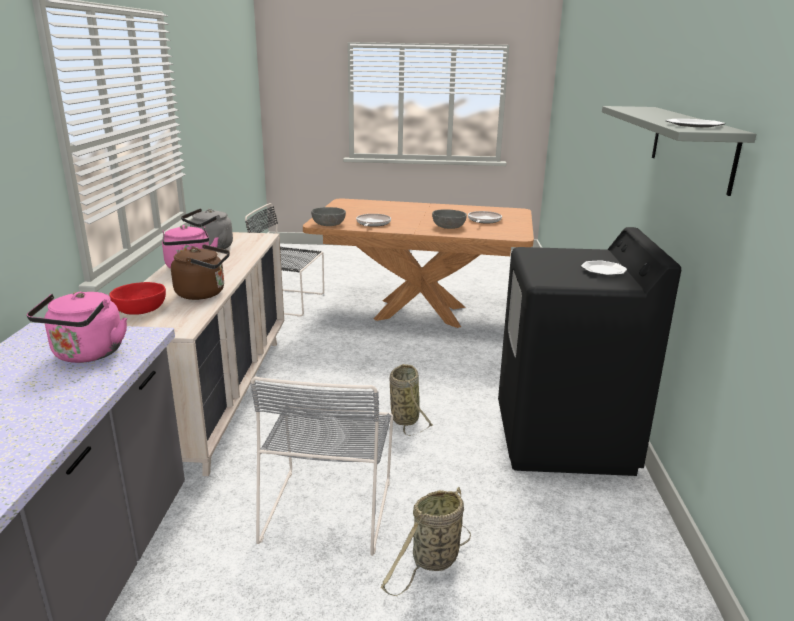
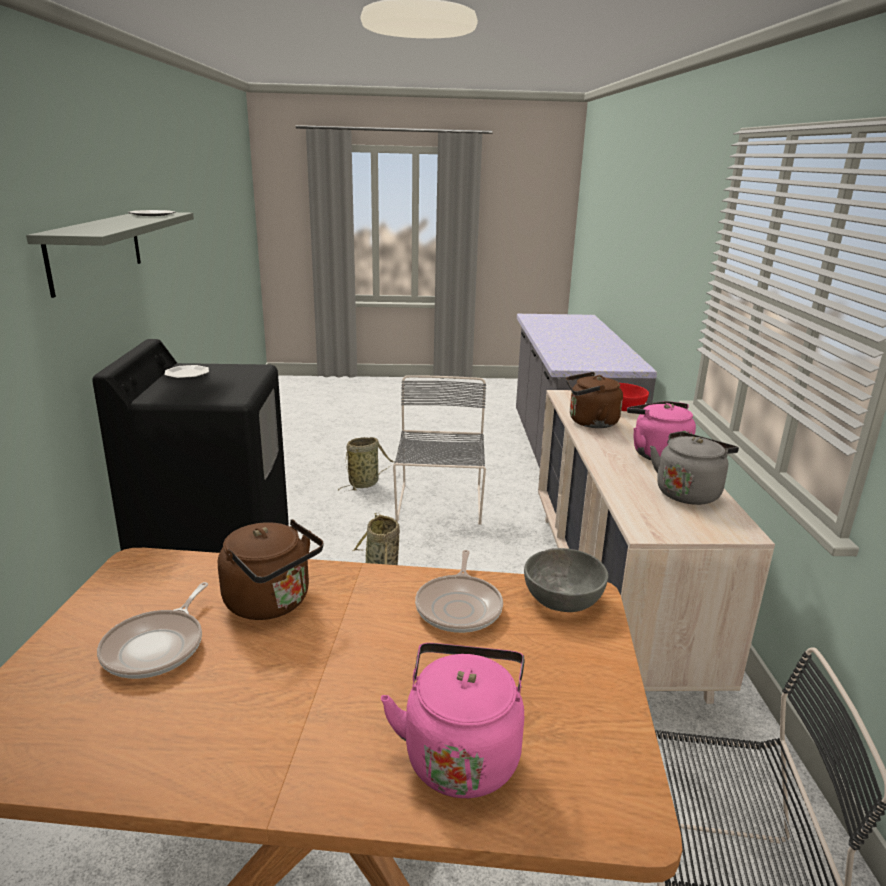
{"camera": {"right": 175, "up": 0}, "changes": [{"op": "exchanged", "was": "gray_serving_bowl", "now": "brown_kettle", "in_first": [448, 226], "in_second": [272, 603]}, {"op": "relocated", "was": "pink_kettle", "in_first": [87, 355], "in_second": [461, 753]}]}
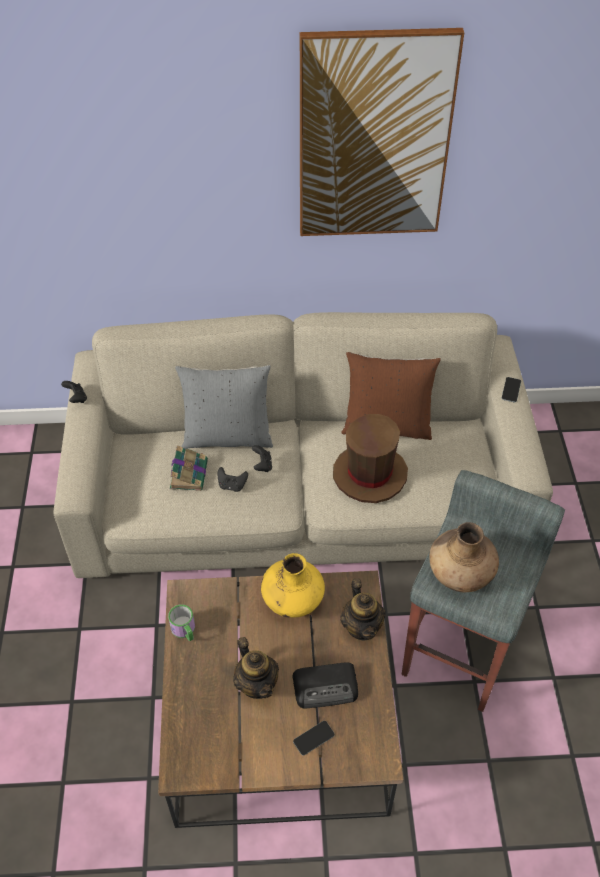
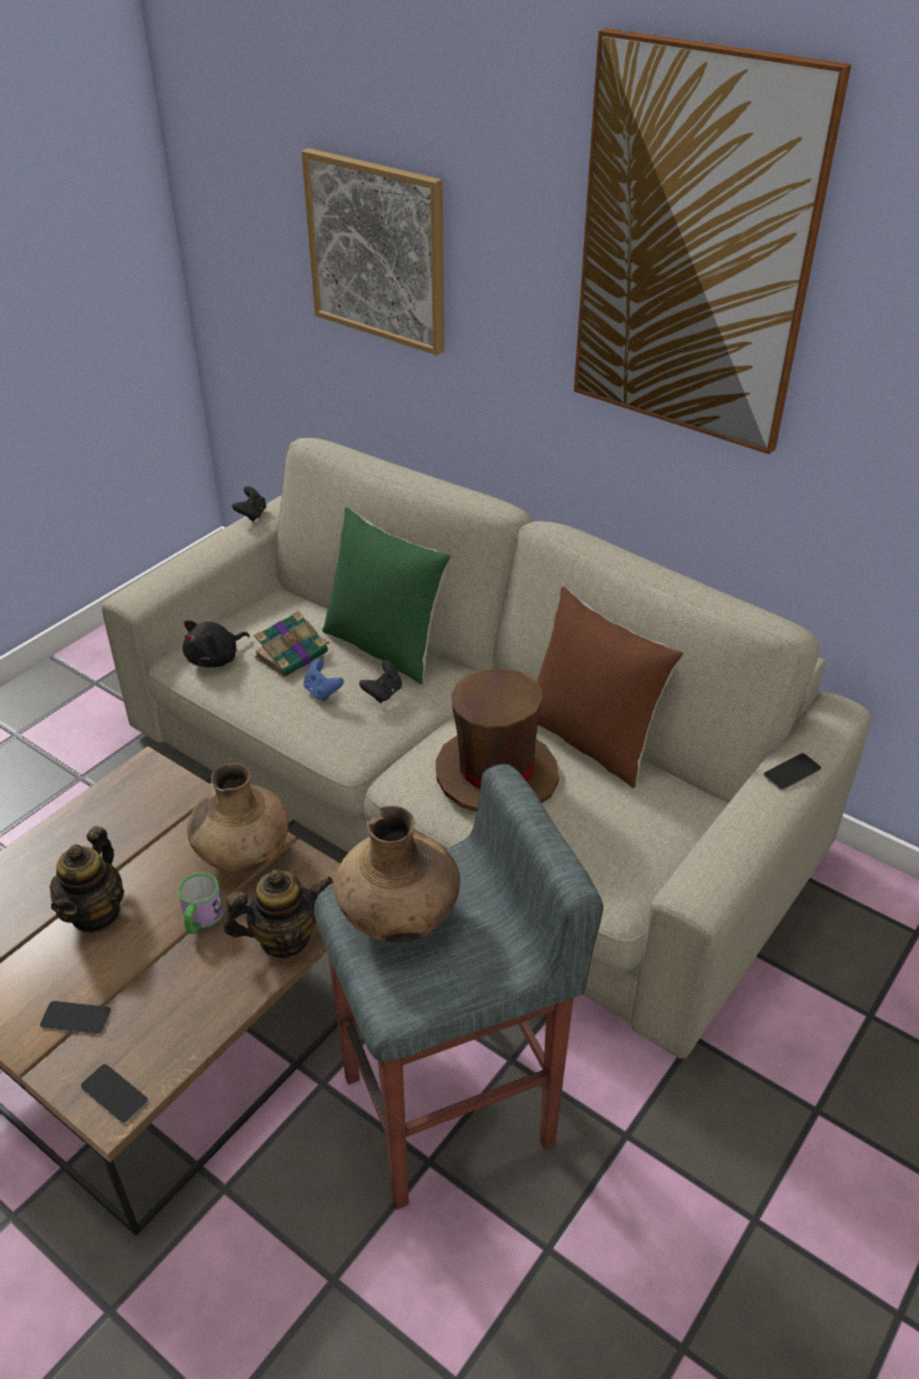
{"camera": {"right": 40, "up": -10}, "changes": [{"op": "appeared", "now": "handset", "in_second": [114, 1094]}, {"op": "relocated", "was": "coffee_mug", "in_first": [185, 630], "in_second": [201, 919]}, {"op": "appeared", "now": "black_soft_toy", "in_second": [215, 659]}, {"op": "colour", "was": "yellow_decorative_vase", "now": "brown_decorative_vase", "in_first": [292, 601], "in_second": [243, 854]}, {"op": "spun", "was": "teapot", "in_first": [362, 627], "in_second": [284, 938], "clockwise": -135}, {"op": "appeared", "now": "wall_picture", "in_second": [377, 251]}, {"op": "colour", "was": "black_joypad", "now": "bluish_joypad", "in_first": [232, 485], "in_second": [322, 692]}, {"op": "colour", "was": "gray_pillow", "now": "green_pillow", "in_first": [227, 436], "in_second": [386, 646]}, {"op": "missing", "was": "radio", "in_first": [326, 687]}]}
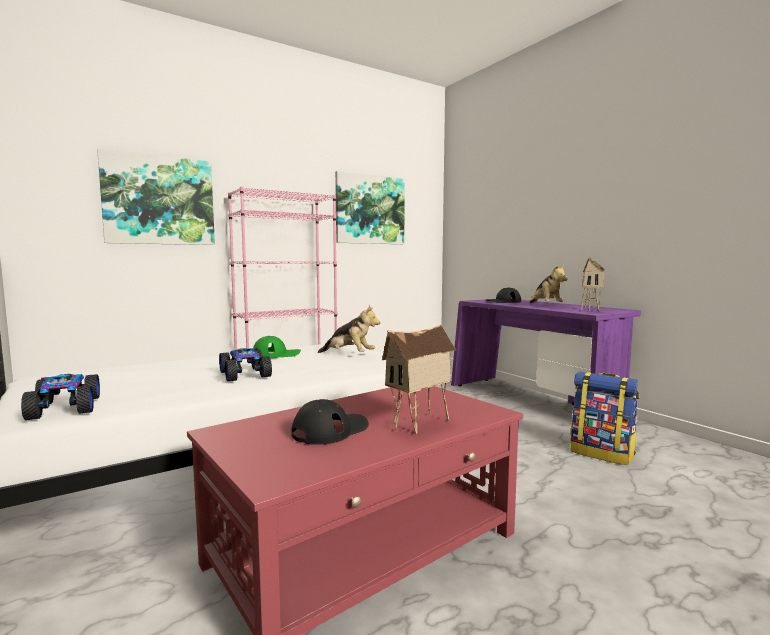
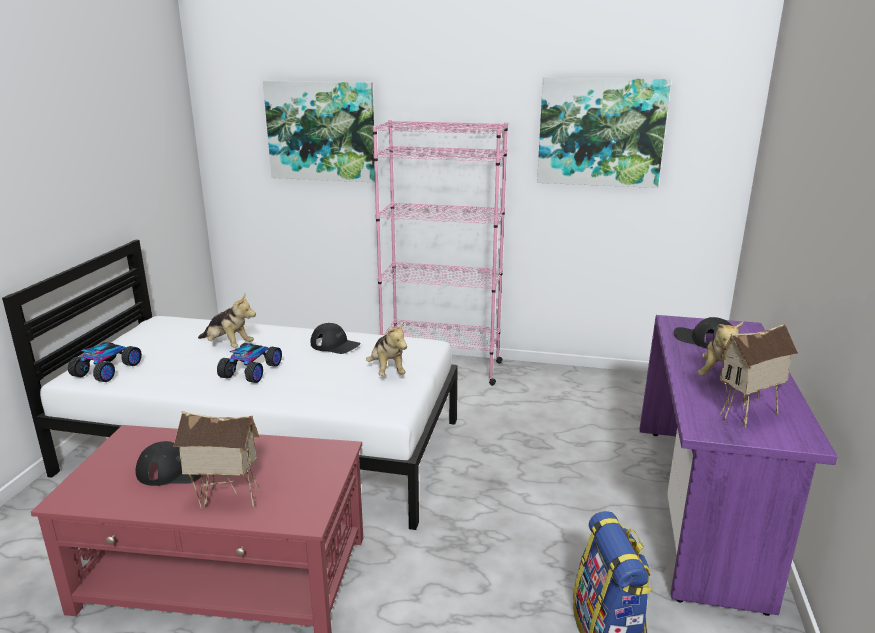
{"camera": {"right": 45, "up": 15}, "changes": [{"op": "appeared", "now": "soft_toy", "in_second": [228, 345]}, {"op": "colour", "was": "green_peaked_cap", "now": "black_peaked_cap", "in_first": [276, 354], "in_second": [335, 345]}]}
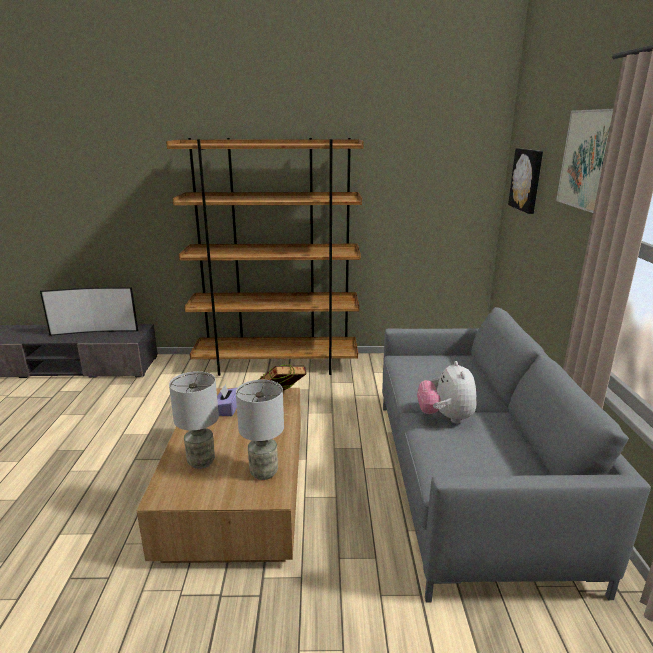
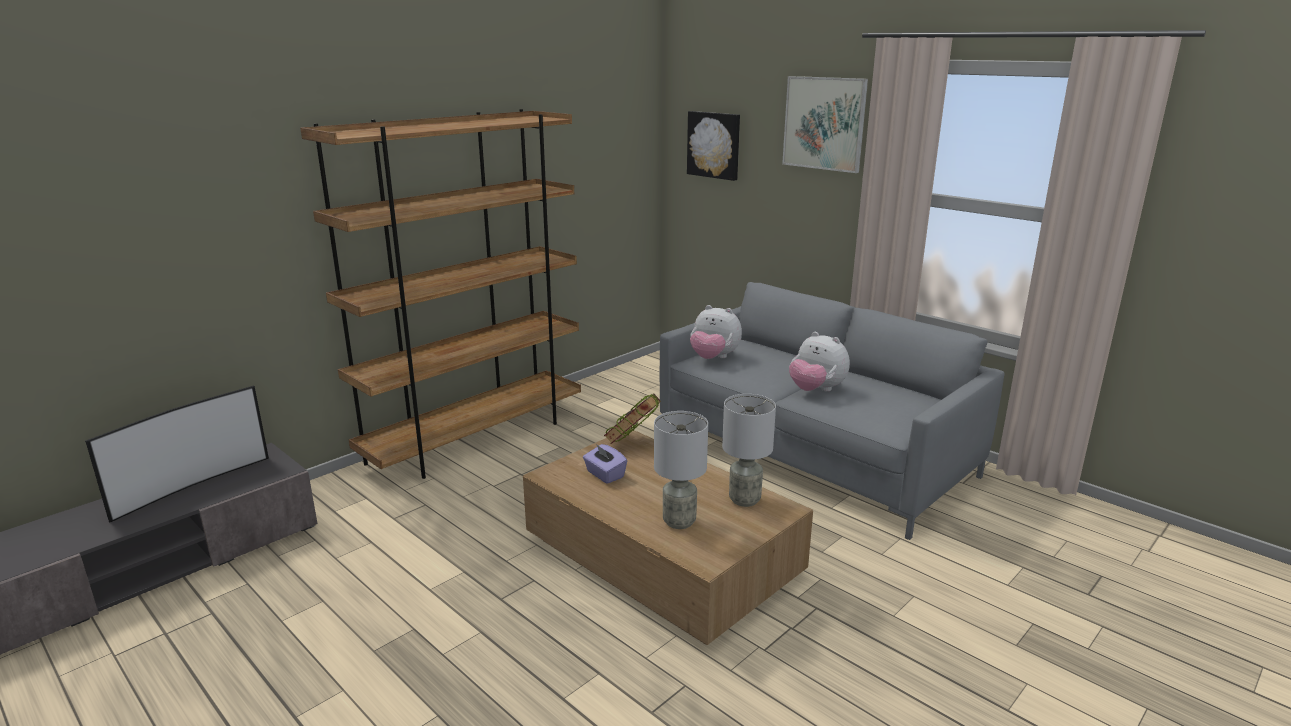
{"camera": {"right": -45, "up": 0}, "changes": [{"op": "appeared", "now": "soft_toy", "in_second": [714, 358]}]}
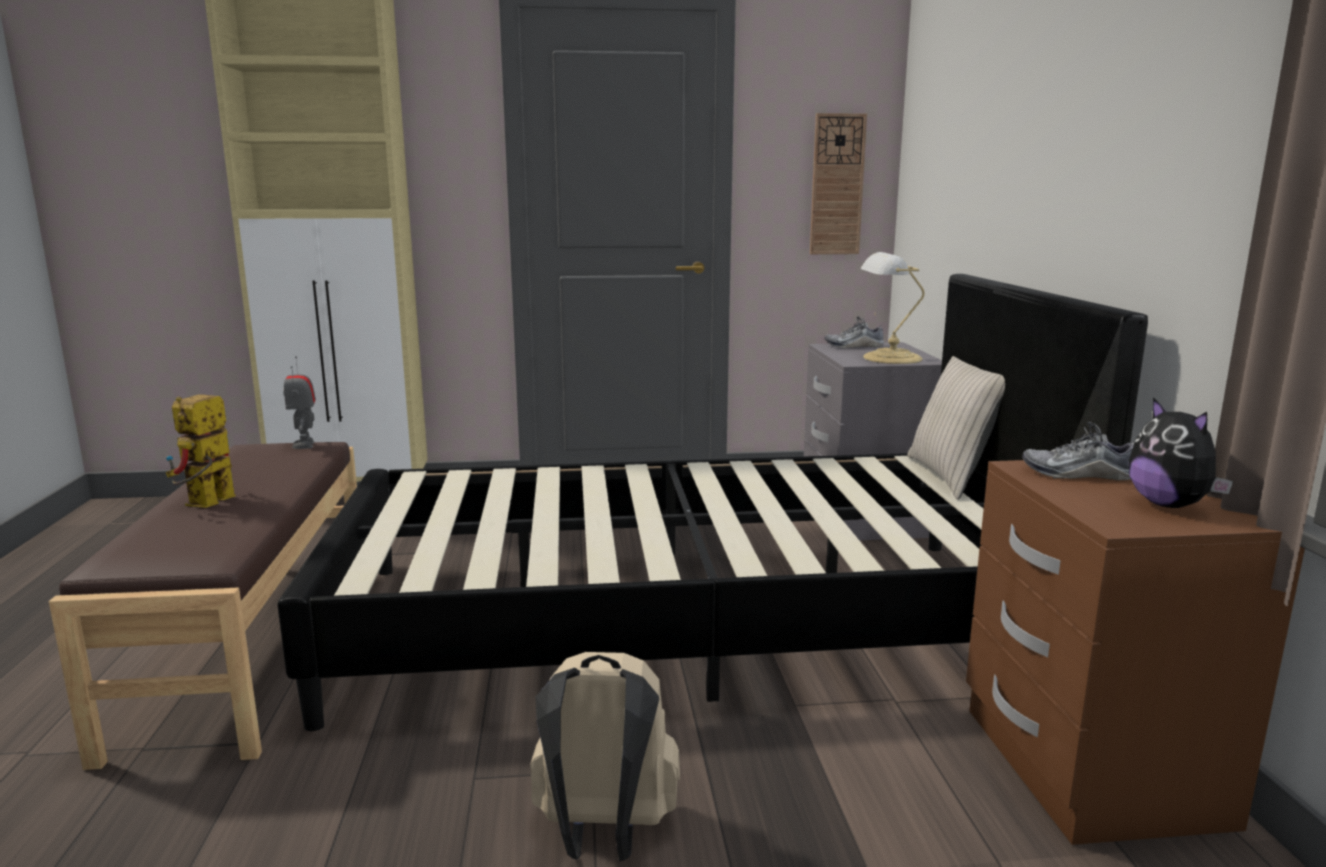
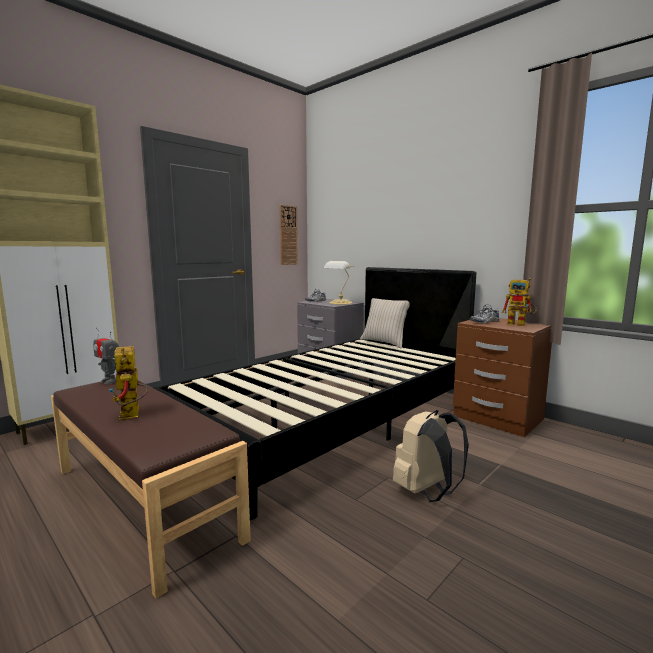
{"camera": {"right": -40, "up": -5}, "changes": [{"op": "exchanged", "was": "soft_toy", "now": "toy_robot", "in_first": [1169, 505], "in_second": [520, 324]}]}
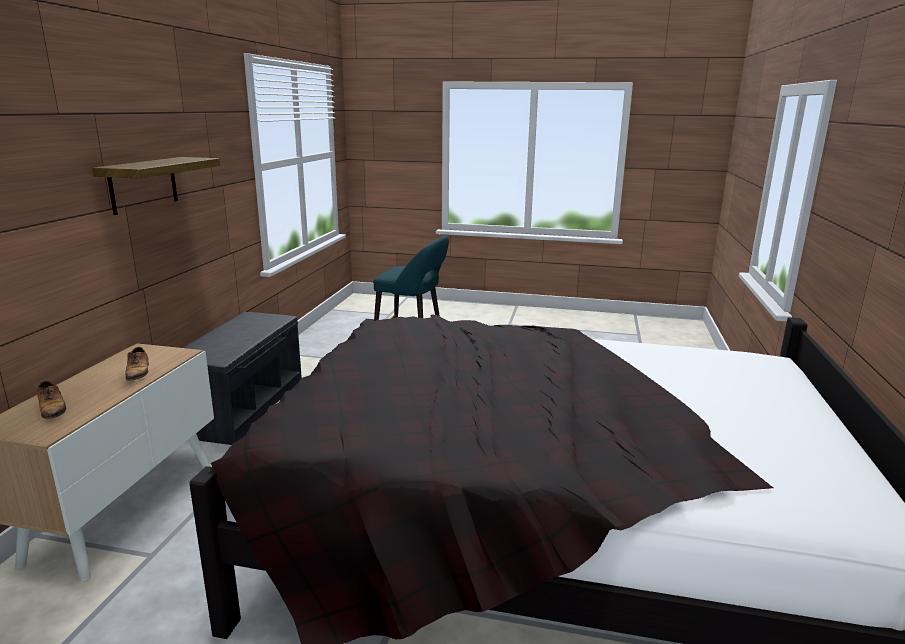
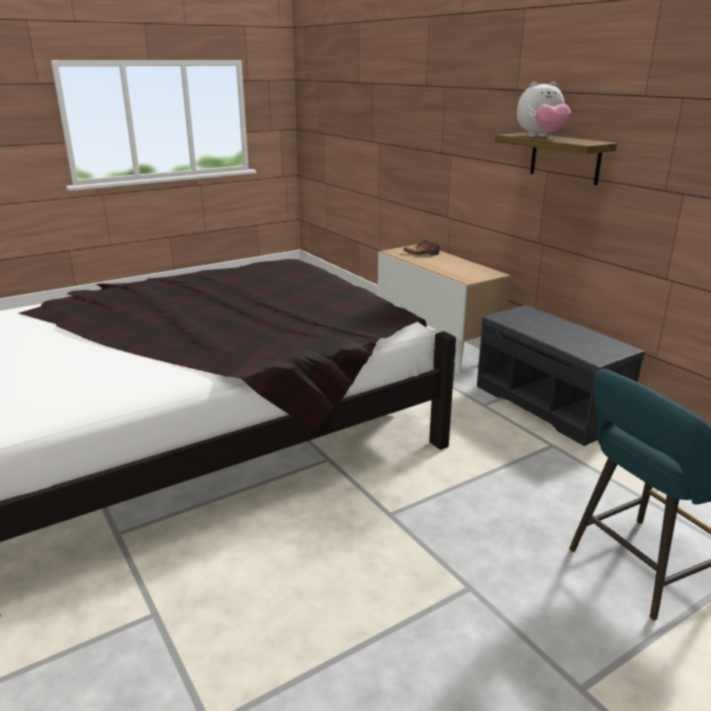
{"camera": {"right": 135, "up": 5}, "changes": [{"op": "appeared", "now": "soft_toy", "in_second": [541, 137]}, {"op": "missing", "was": "item_of_footwear", "in_first": [138, 372]}]}
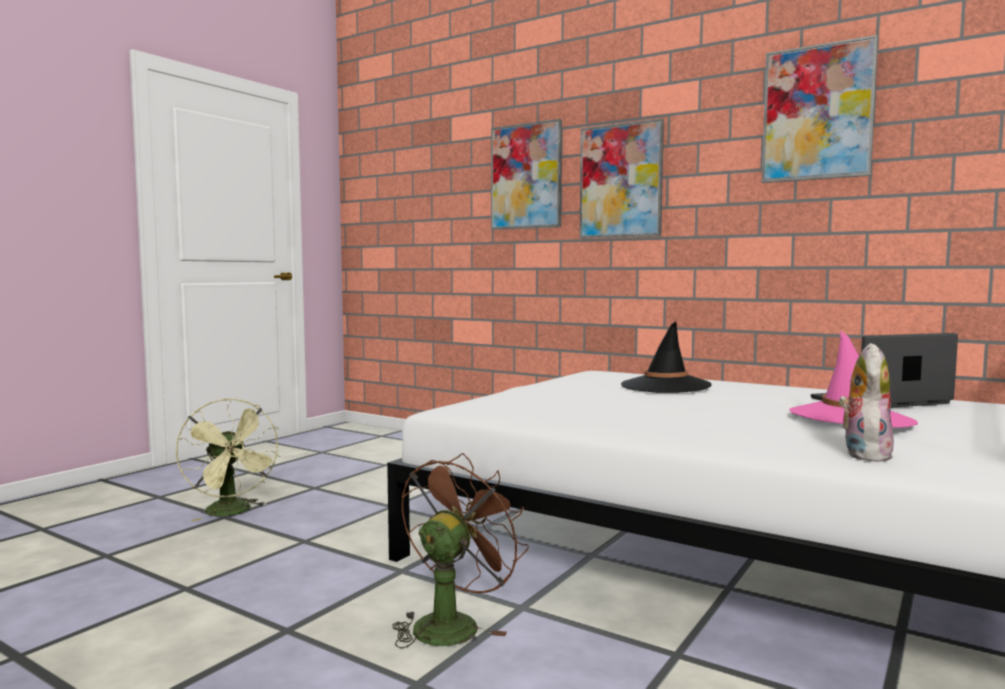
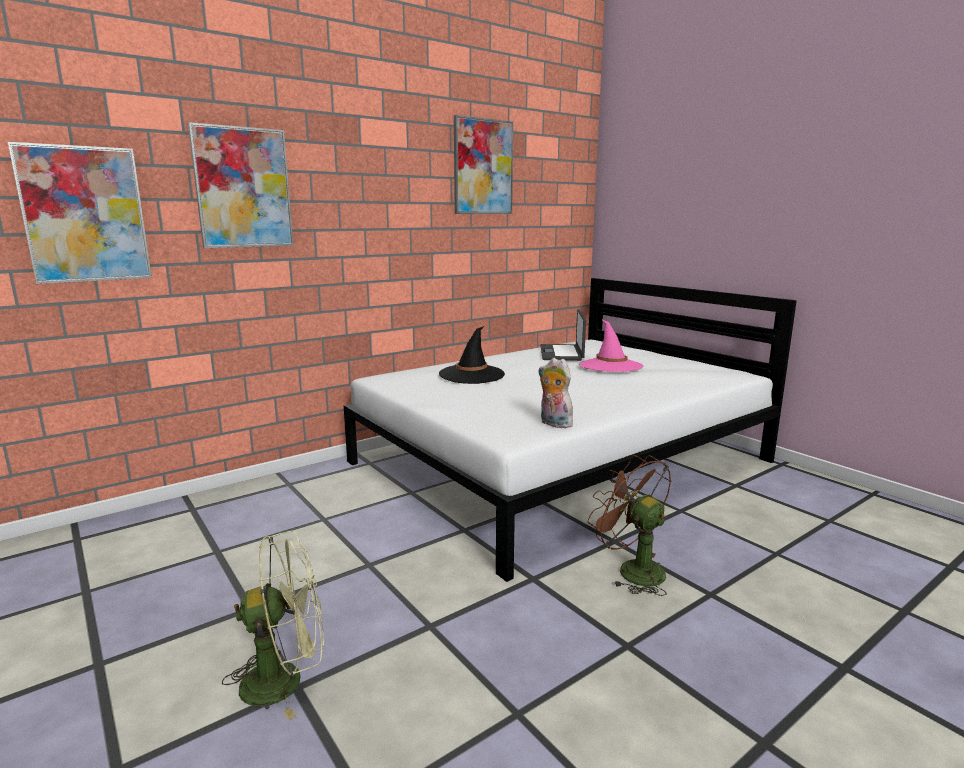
{"camera": {"right": -70, "up": 10}, "changes": [{"op": "relocated", "was": "wall_picture", "in_first": [621, 181], "in_second": [84, 215]}, {"op": "relocated", "was": "soft_toy", "in_first": [863, 454], "in_second": [553, 424]}]}
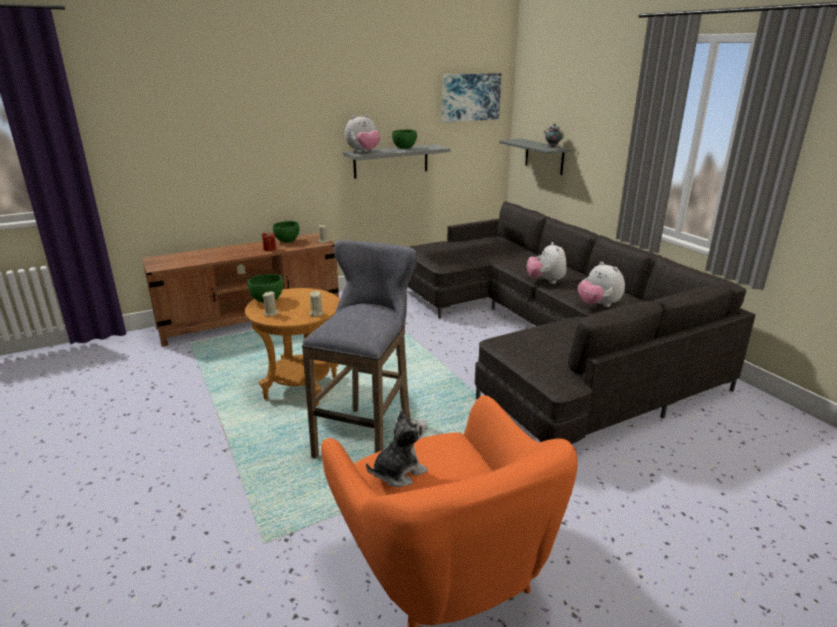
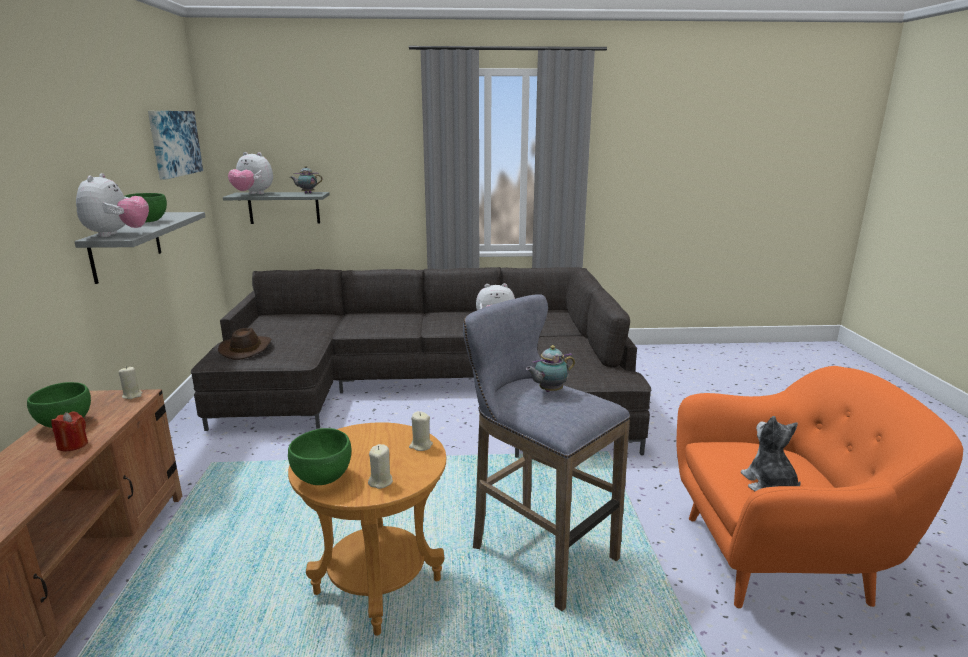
{"camera": {"right": -65, "up": -5}, "changes": [{"op": "appeared", "now": "brown_hat", "in_second": [246, 349]}, {"op": "relocated", "was": "soft_toy", "in_first": [545, 281], "in_second": [253, 194]}, {"op": "appeared", "now": "teapot", "in_second": [549, 391]}]}
